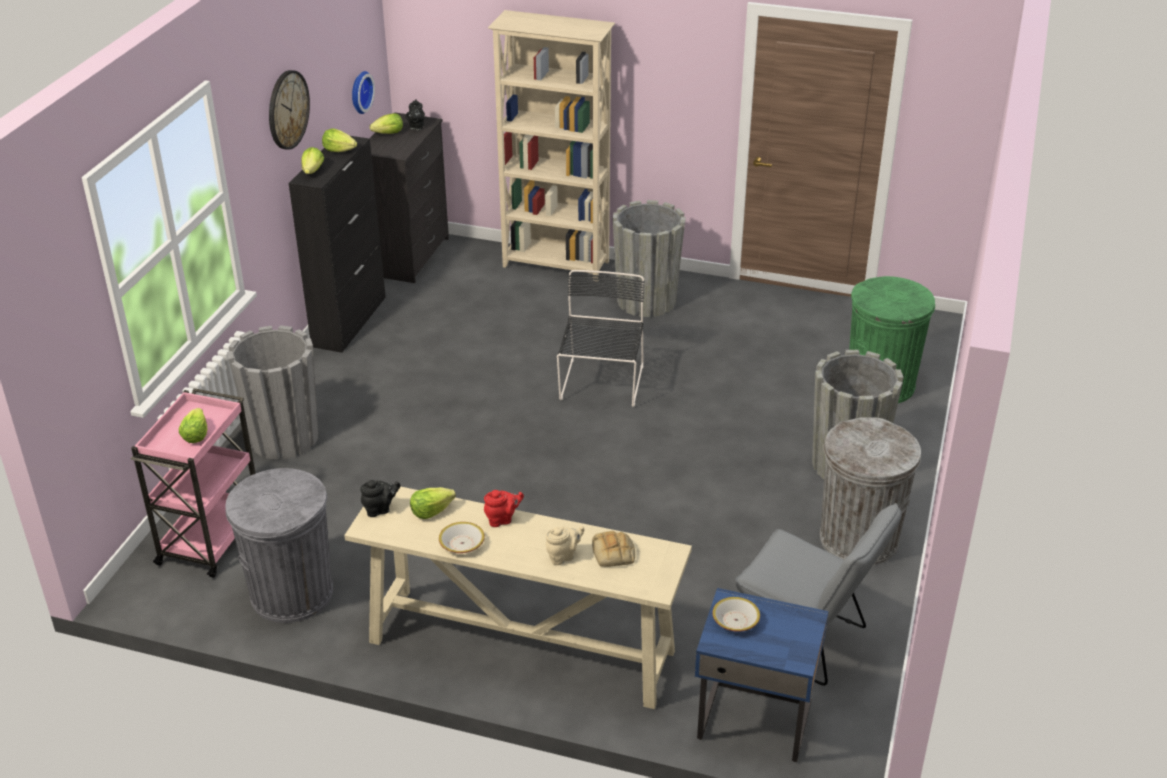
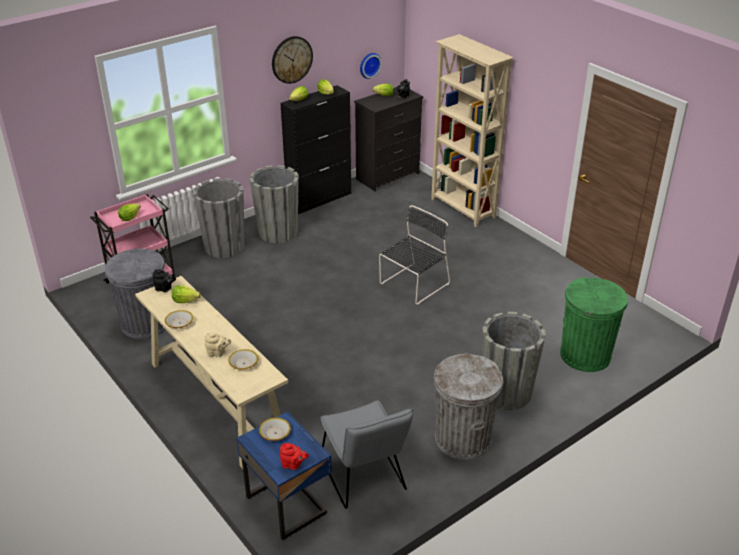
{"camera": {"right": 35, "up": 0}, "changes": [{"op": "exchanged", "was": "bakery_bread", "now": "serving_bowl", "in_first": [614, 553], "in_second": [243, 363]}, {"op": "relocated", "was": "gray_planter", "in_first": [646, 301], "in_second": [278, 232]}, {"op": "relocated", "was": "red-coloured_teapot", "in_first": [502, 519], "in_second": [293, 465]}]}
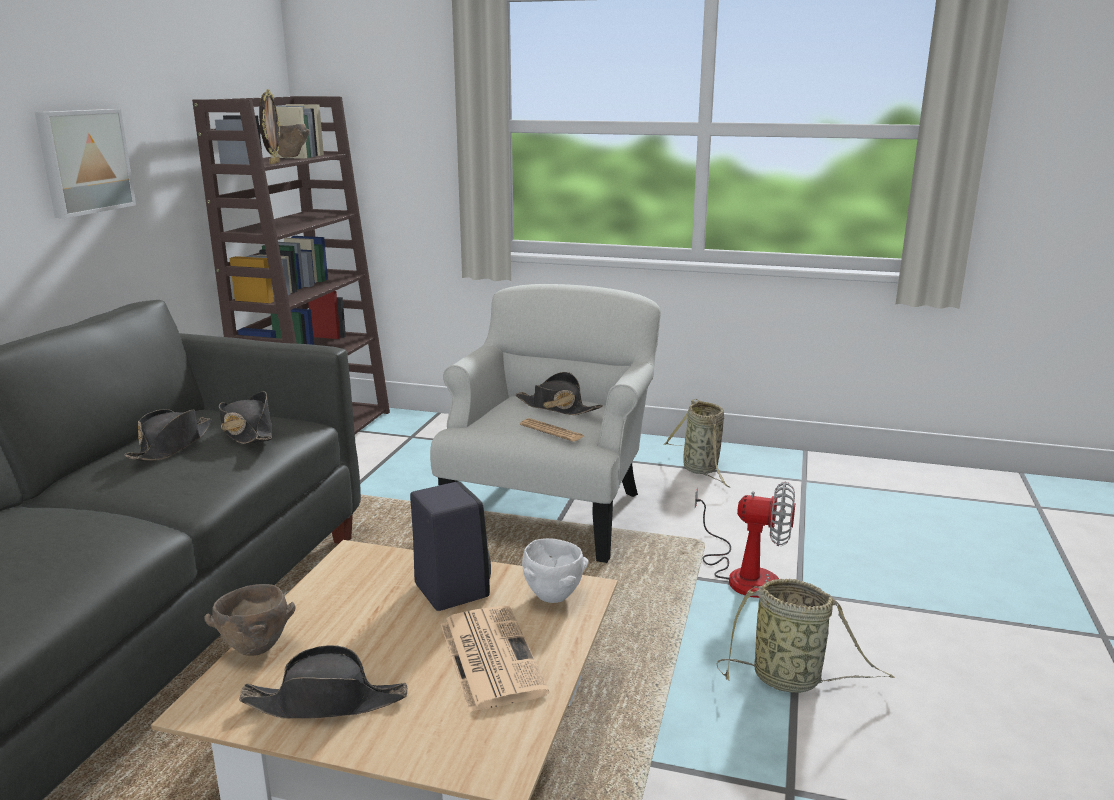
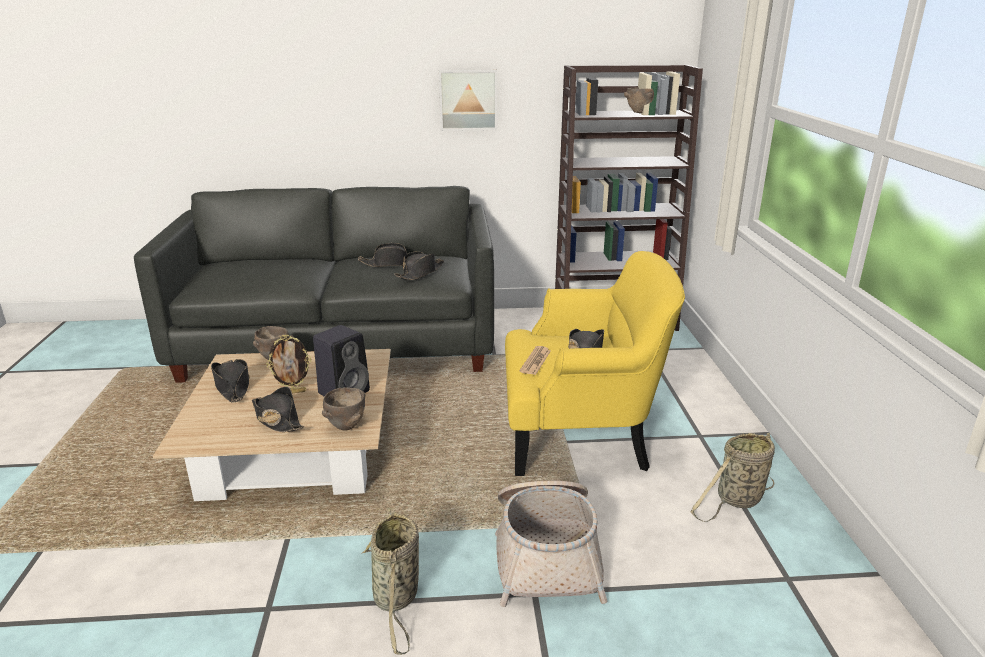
{"camera": {"right": 70, "up": 5}, "changes": [{"op": "exchanged", "was": "printed_paper", "now": "black_hat", "in_first": [489, 656], "in_second": [277, 419]}, {"op": "relocated", "was": "photo_frame", "in_first": [273, 163], "in_second": [293, 392]}, {"op": "colour", "was": "white_serving_bowl", "now": "brown_serving_bowl", "in_first": [553, 597], "in_second": [346, 427]}, {"op": "exchanged", "was": "electric_fan", "now": "storage_basket", "in_first": [743, 574], "in_second": [546, 553]}, {"op": "colour", "was": "white_lounge_chair", "now": "yellow_lounge_chair", "in_first": [551, 511], "in_second": [580, 435]}]}
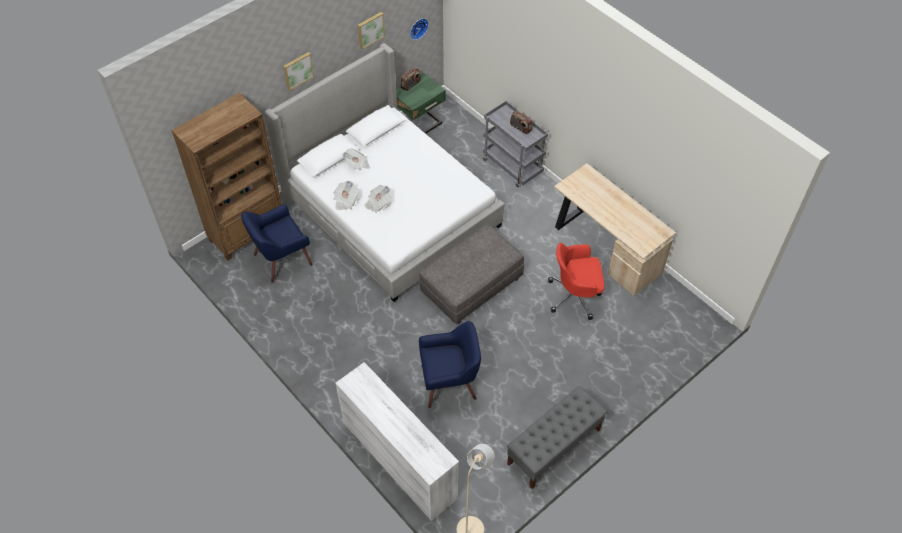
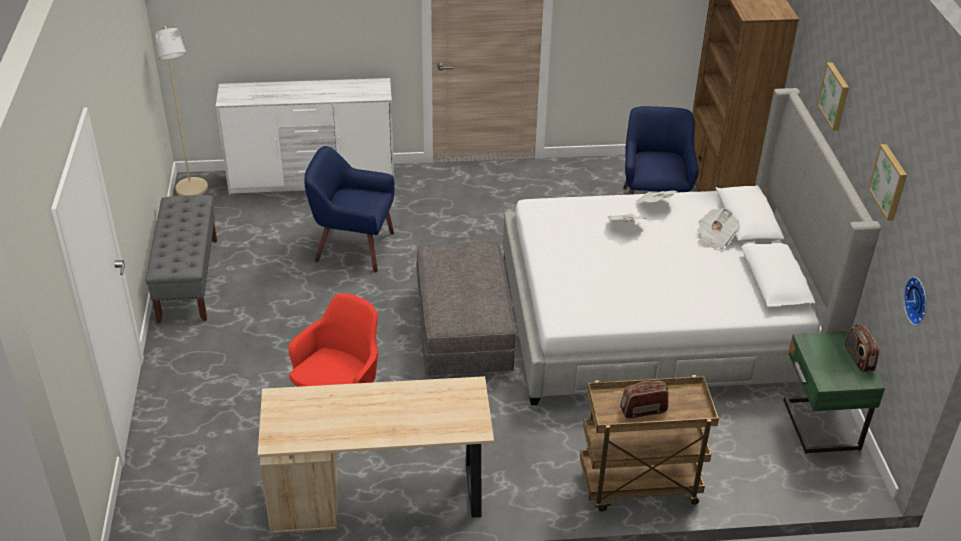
{"camera": {"right": 125, "up": -15}, "changes": [{"op": "spun", "was": "bluish_lounge_chair", "in_first": [449, 382], "in_second": [353, 247], "clockwise": 75}, {"op": "colour", "was": "gray_trolley", "now": "brown_trolley", "in_first": [513, 167], "in_second": [638, 486]}]}
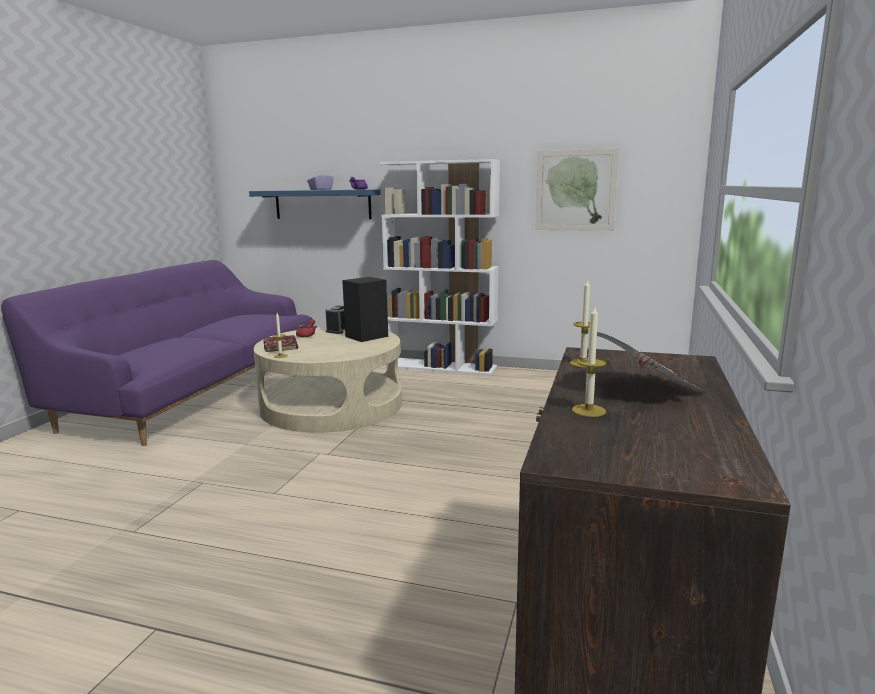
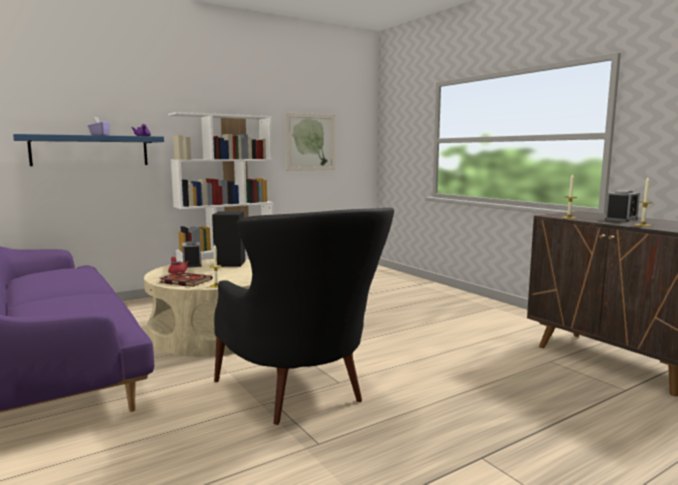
{"camera": {"right": -50, "up": -5}, "changes": [{"op": "appeared", "now": "black_lounge_chair", "in_second": [304, 396]}, {"op": "exchanged", "was": "printed_paper", "now": "alarm_clock", "in_first": [647, 390], "in_second": [621, 219]}]}
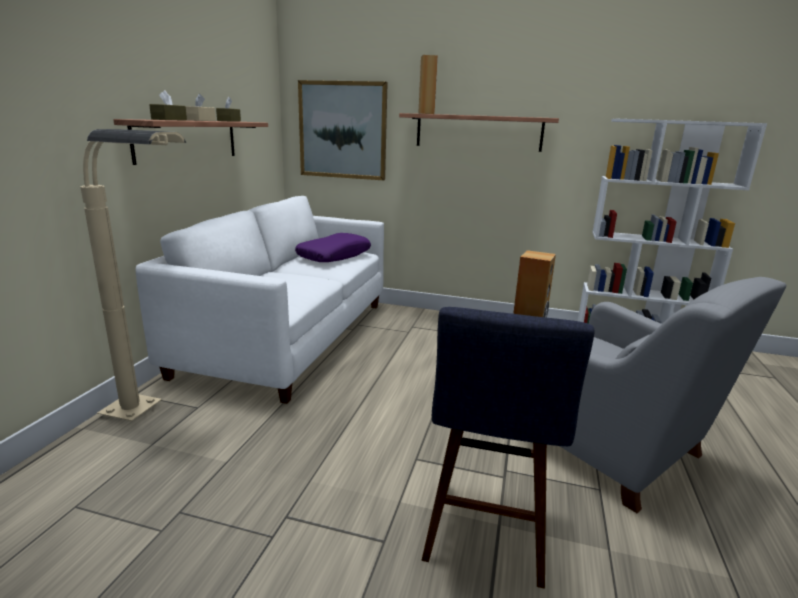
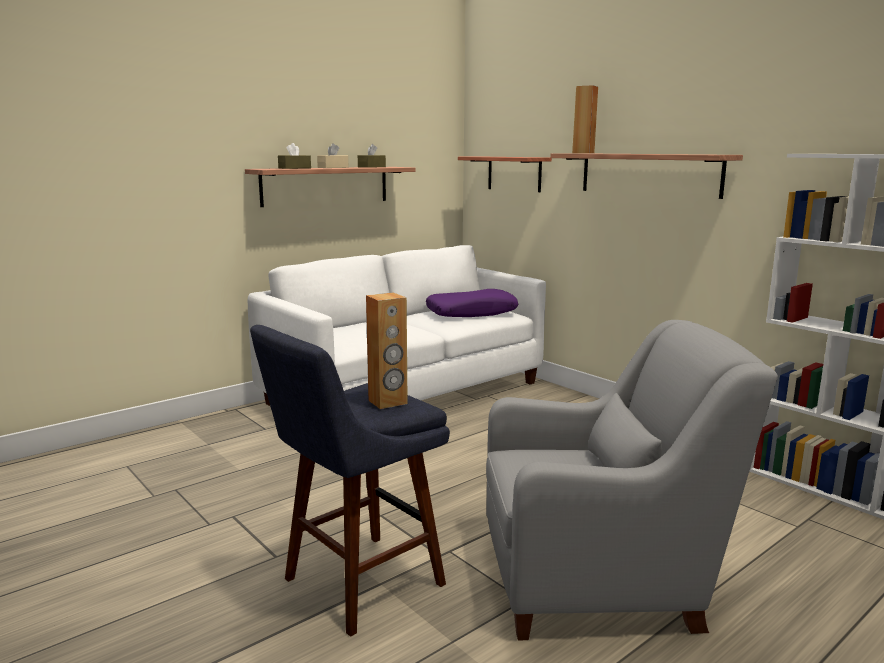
{"camera": {"right": 35, "up": -5}, "changes": [{"op": "exchanged", "was": "wall_picture", "now": "wall_shelf", "in_first": [342, 130], "in_second": [514, 173]}, {"op": "spun", "was": "gray_lounge_chair", "in_first": [614, 451], "in_second": [600, 579], "clockwise": -90}, {"op": "missing", "was": "beige_standard_lamp", "in_first": [156, 415]}]}
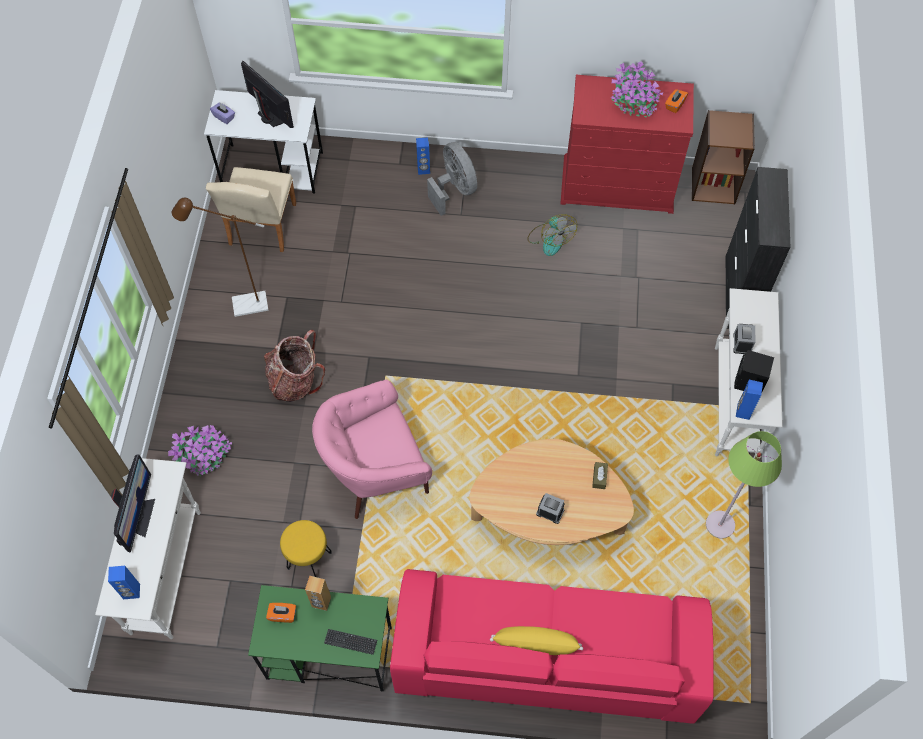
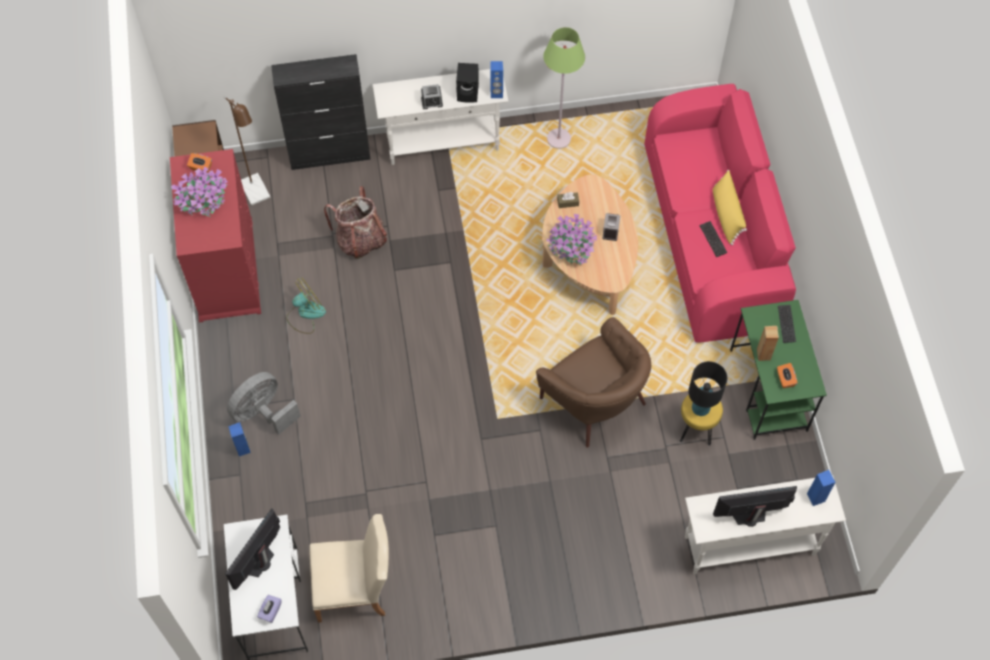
{"camera": {"right": -105, "up": 0}, "changes": [{"op": "relocated", "was": "brown_standard_lamp", "in_first": [243, 305], "in_second": [257, 194]}, {"op": "relocated", "was": "rucksack", "in_first": [295, 380], "in_second": [361, 240]}, {"op": "colour", "was": "pink_lounge_chair", "now": "brown_lounge_chair", "in_first": [375, 469], "in_second": [594, 400]}, {"op": "relocated", "was": "potted_plant", "in_first": [204, 456], "in_second": [571, 249]}, {"op": "appeared", "now": "black_lamp_for_a_table", "in_second": [700, 408]}, {"op": "appeared", "now": "computer_keyboard", "in_second": [713, 239]}]}
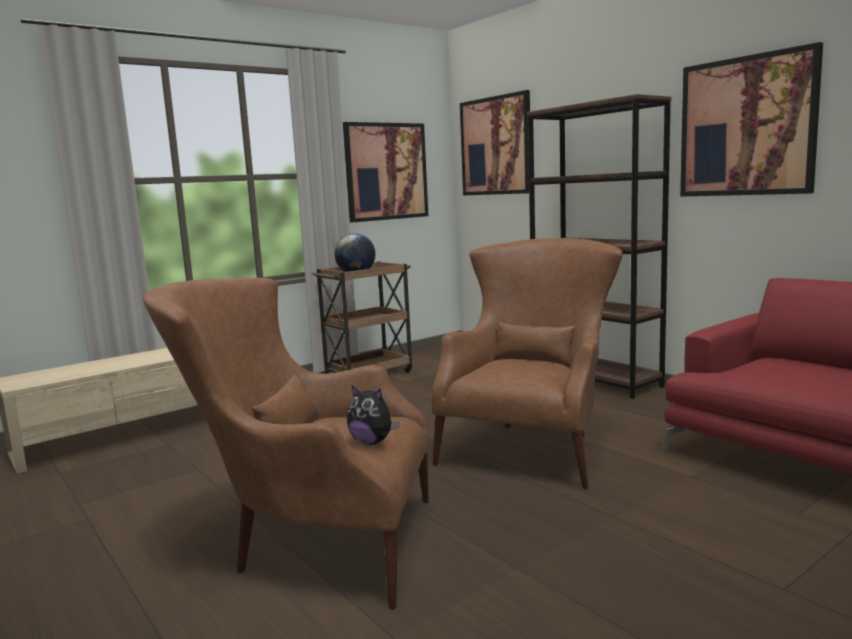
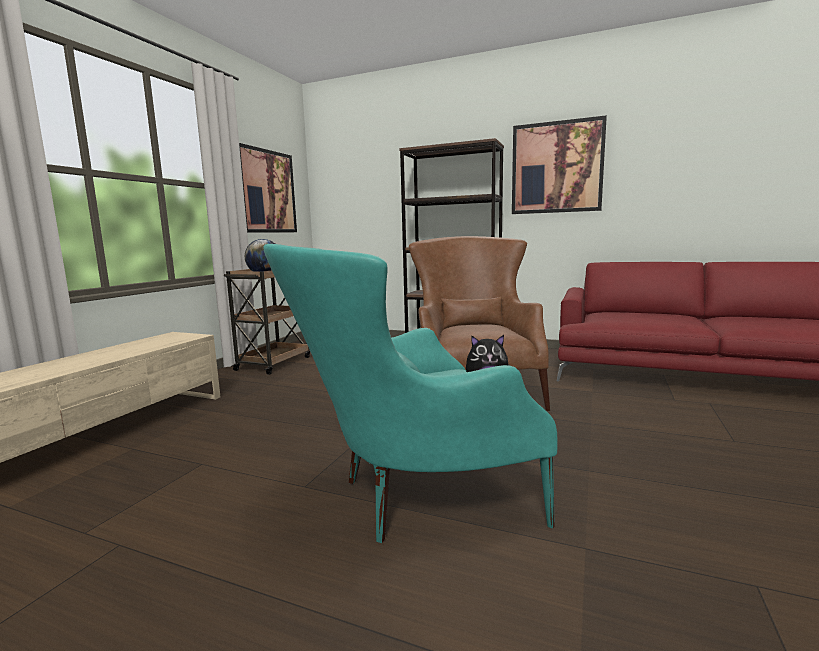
{"camera": {"right": -30, "up": 0}, "changes": [{"op": "colour", "was": "brown_lounge_chair", "now": "blue-green_lounge_chair", "in_first": [309, 543], "in_second": [410, 498]}, {"op": "missing", "was": "wall_picture", "in_first": [495, 146]}]}
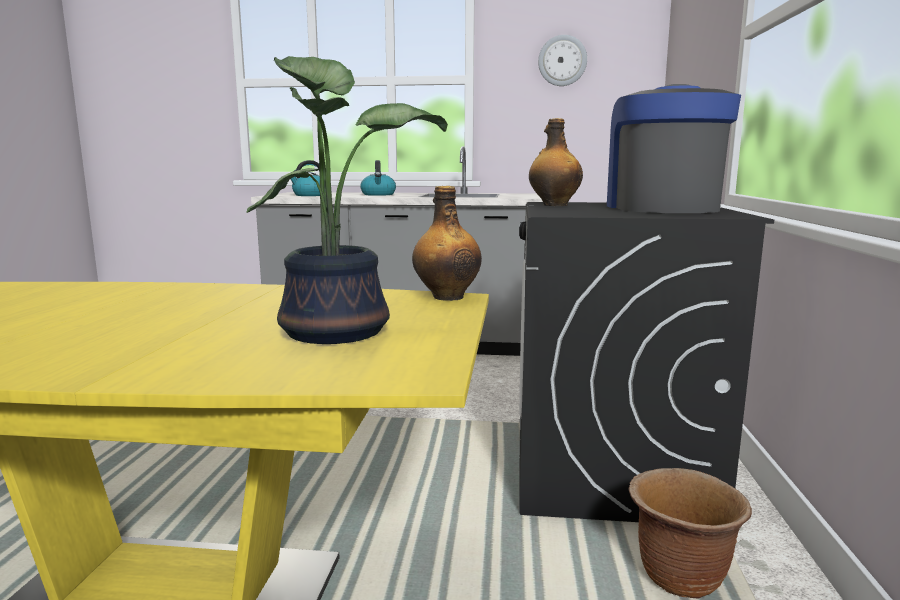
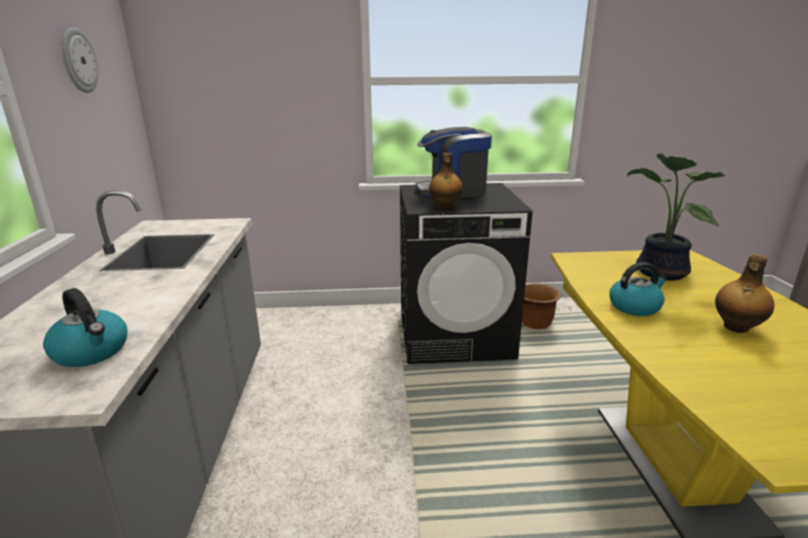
{"camera": {"right": -100, "up": 10}, "changes": [{"op": "relocated", "was": "kettle", "in_first": [378, 194], "in_second": [635, 306]}, {"op": "relocated", "was": "beverage_bottle", "in_first": [447, 297], "in_second": [736, 327]}]}
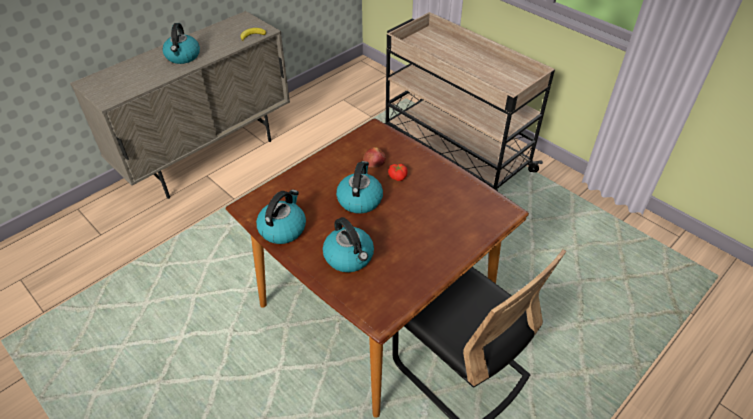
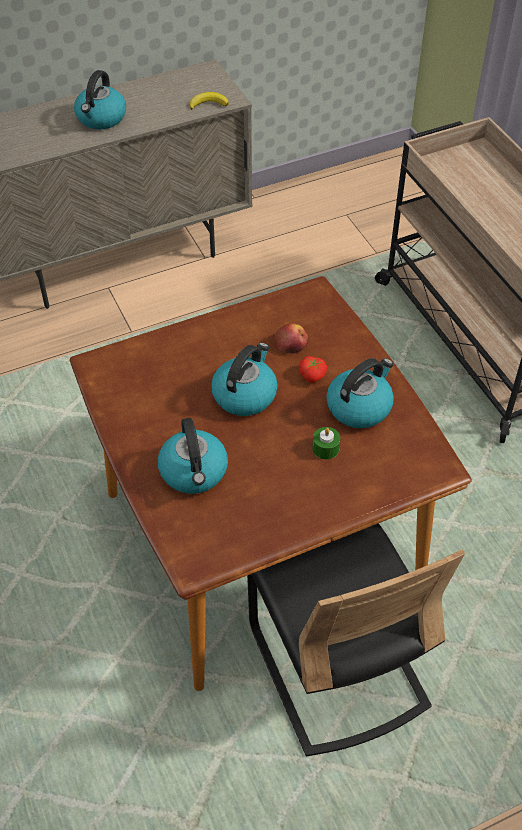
{"camera": {"right": 20, "up": 5}, "changes": [{"op": "appeared", "now": "green_wax_light", "in_second": [325, 448]}, {"op": "relocated", "was": "kettle", "in_first": [282, 228], "in_second": [359, 406]}]}
